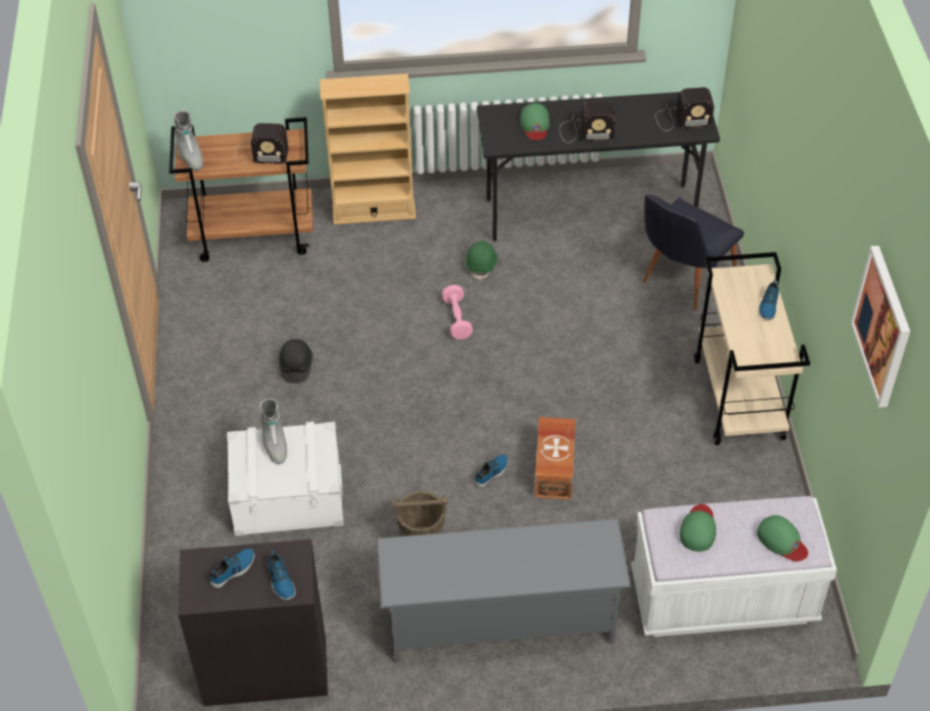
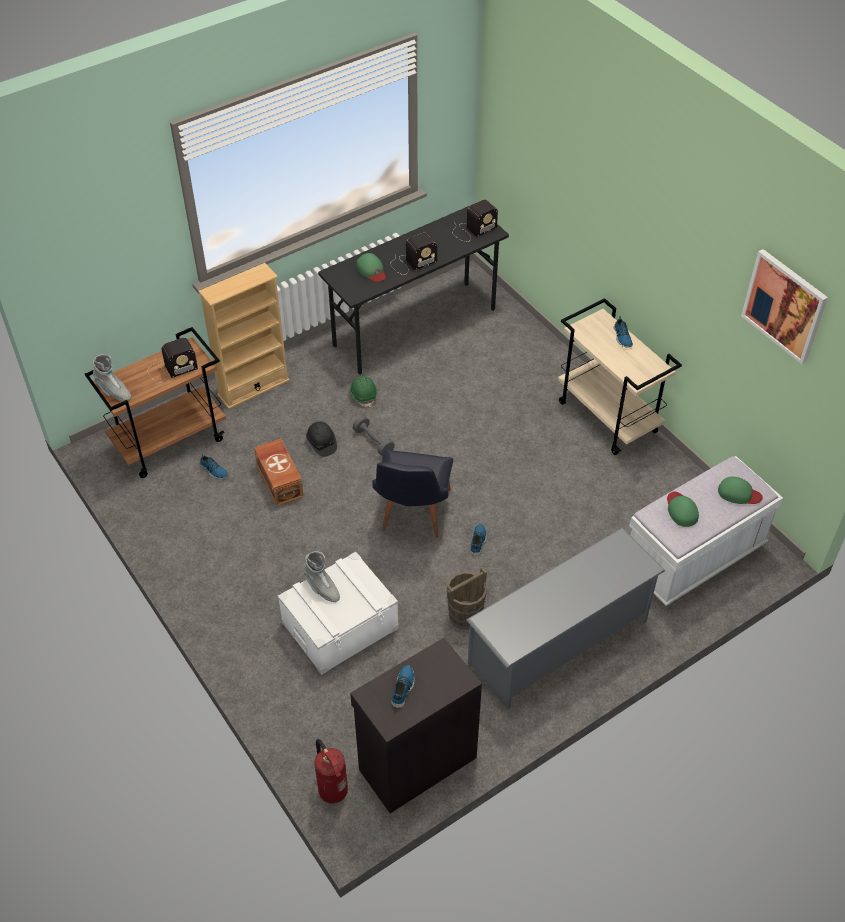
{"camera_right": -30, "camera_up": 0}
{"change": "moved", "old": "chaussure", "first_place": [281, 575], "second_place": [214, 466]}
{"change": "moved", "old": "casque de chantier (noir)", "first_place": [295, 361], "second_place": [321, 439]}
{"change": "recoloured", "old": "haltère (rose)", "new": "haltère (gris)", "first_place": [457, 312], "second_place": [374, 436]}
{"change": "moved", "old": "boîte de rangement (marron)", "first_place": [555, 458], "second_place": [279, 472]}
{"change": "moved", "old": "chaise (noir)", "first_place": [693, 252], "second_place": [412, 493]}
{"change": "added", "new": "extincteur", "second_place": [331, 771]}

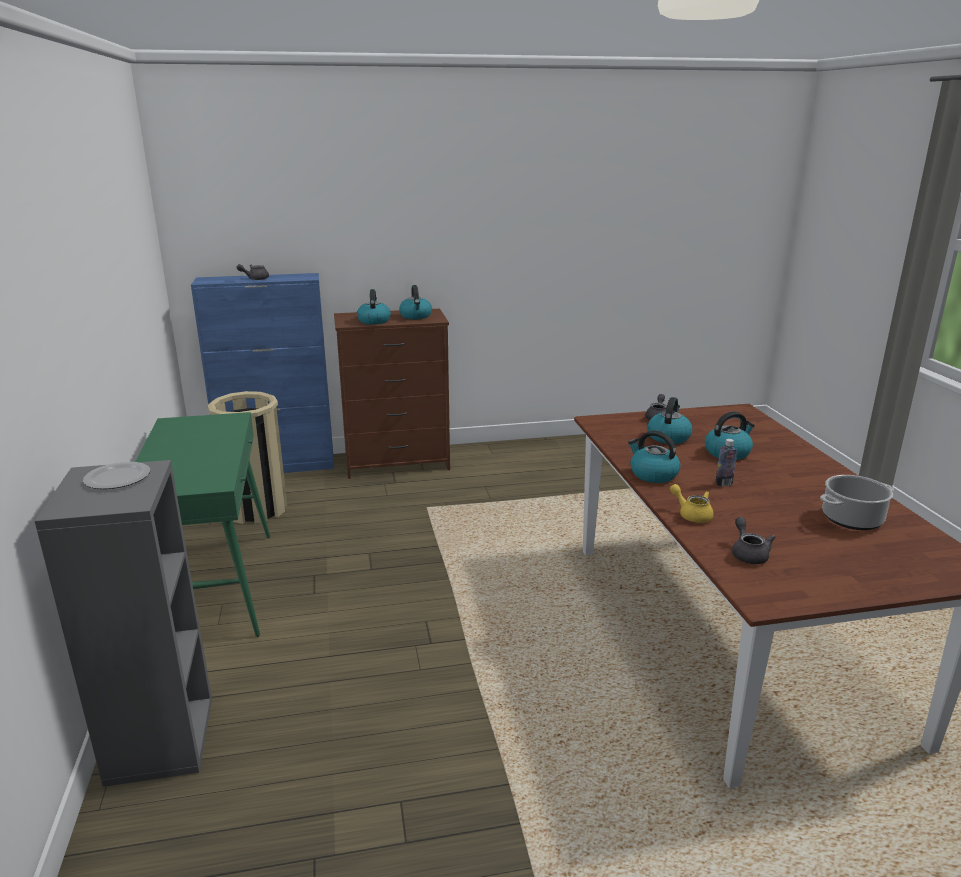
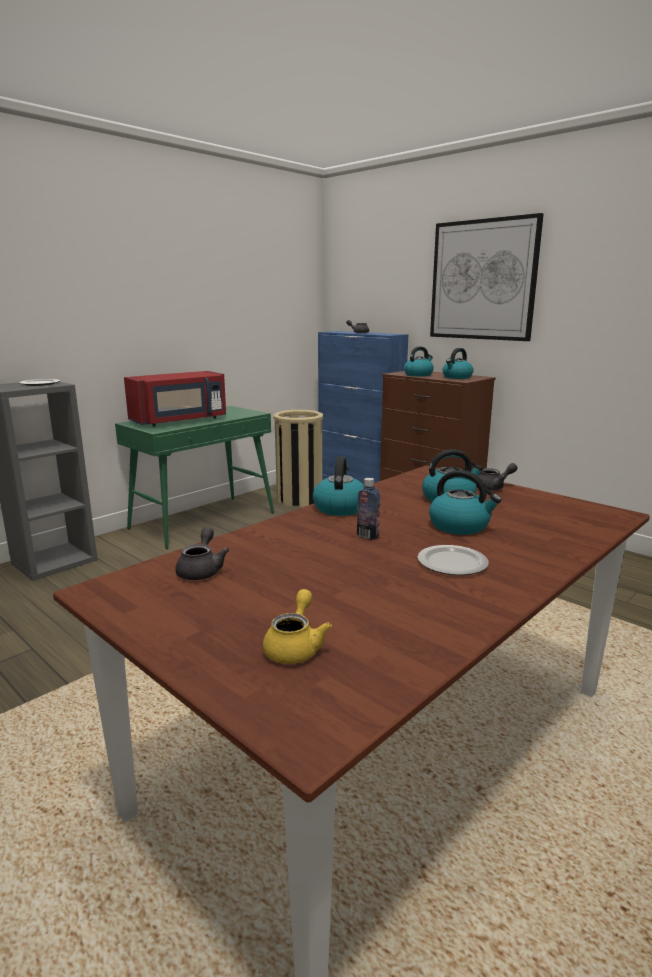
{"camera_right": 55, "camera_up": -5}
{"change": "moved", "old": "théière (jaune)", "first_place": [692, 503], "second_place": [297, 626]}
{"change": "turned", "old": "théière (gris)", "first_place": [754, 540], "second_place": [202, 553], "degrees": -45}
{"change": "removed", "old": "marmite", "first_place": [857, 502]}
{"change": "added", "new": "micro-ondes (rouge)", "second_place": [175, 398]}
{"change": "added", "new": "assiette", "second_place": [453, 560]}
{"change": "added", "new": "tableau", "second_place": [487, 277]}

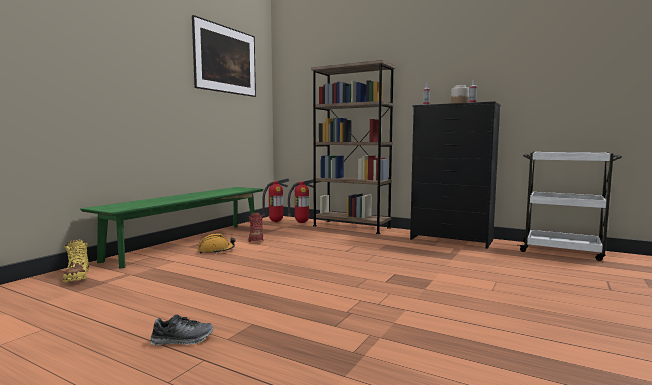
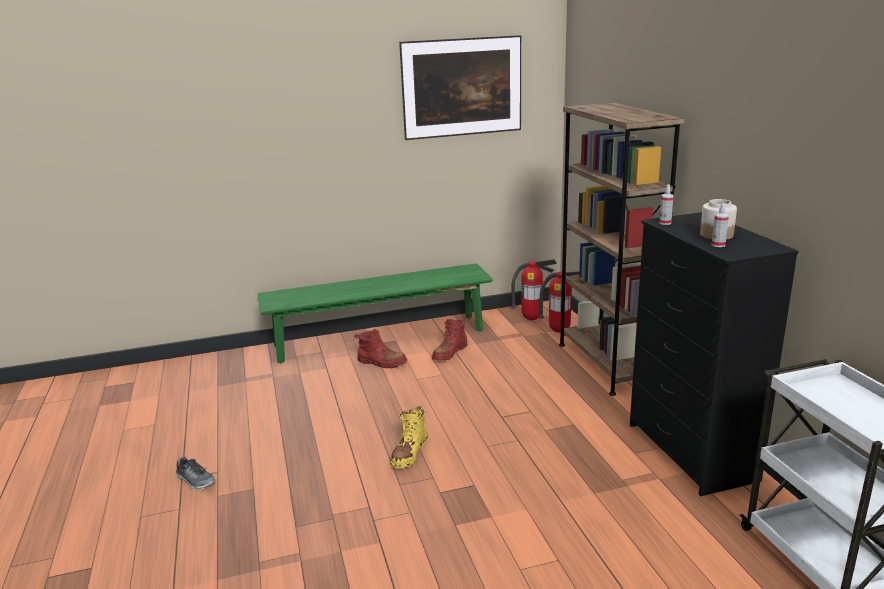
{"camera_right": 45, "camera_up": 15}
{"change": "moved", "old": "botte (jaune)", "first_place": [76, 261], "second_place": [409, 437]}
{"change": "replaced", "old": "casque de chantier (orange)", "new": "botte (rouge)", "first_place": [216, 243], "second_place": [380, 348]}

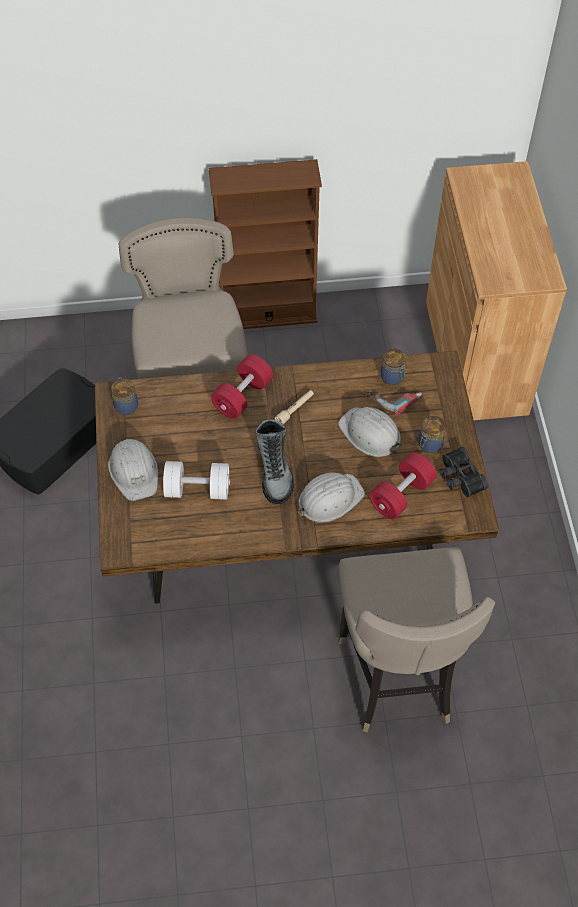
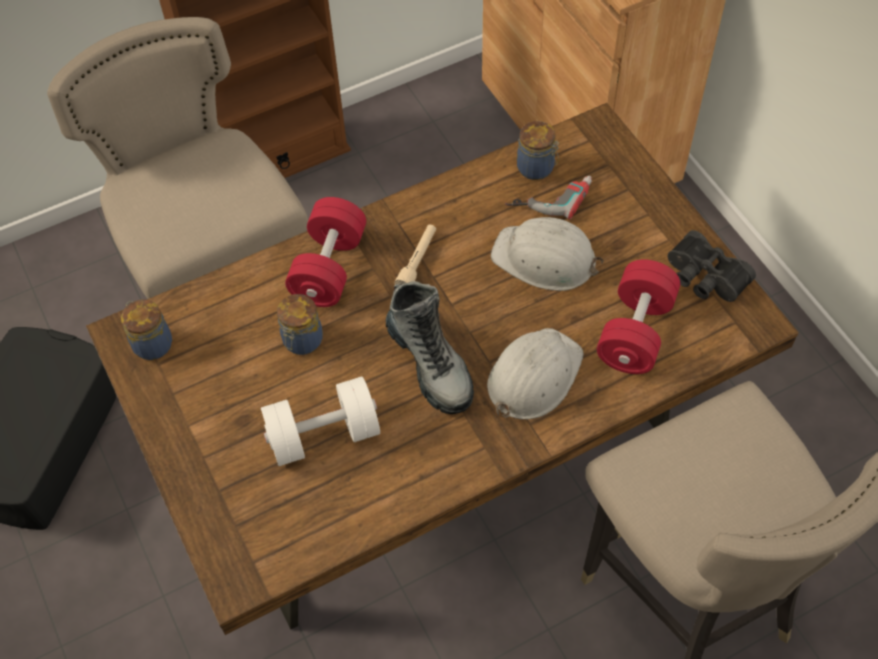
{"camera_right": -20, "camera_up": 0}
{"change": "removed", "old": "casque de chantier (blanc)", "first_place": [133, 470]}
{"change": "moved", "old": "bocal", "first_place": [431, 434], "second_place": [300, 324]}

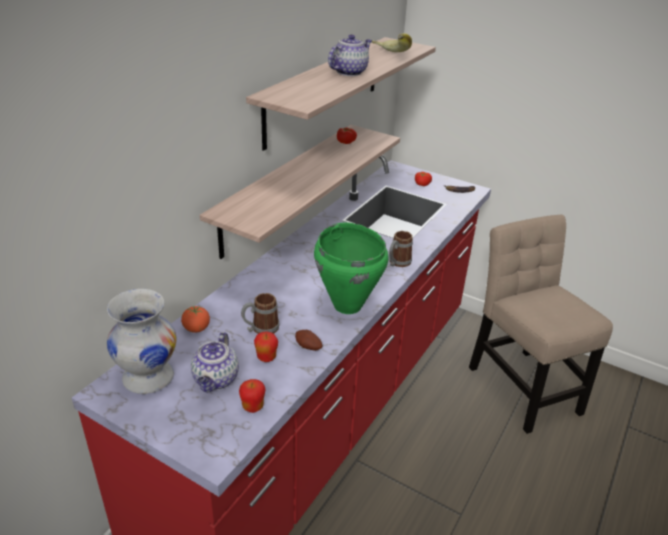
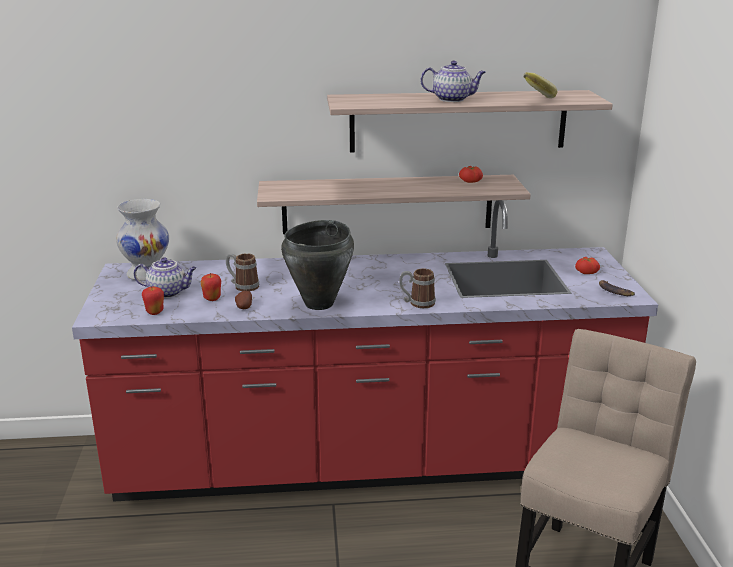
{"camera_right": 55, "camera_up": -10}
{"change": "removed", "old": "tomate", "first_place": [195, 319]}
{"change": "turned", "old": "théière", "first_place": [215, 362], "second_place": [165, 277], "degrees": -150}
{"change": "recoloured", "old": "marmite (vert)", "new": "marmite (noir)", "first_place": [351, 268], "second_place": [317, 265]}

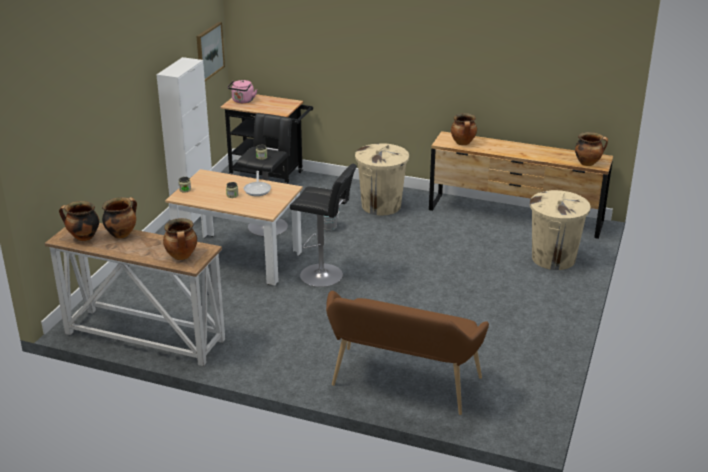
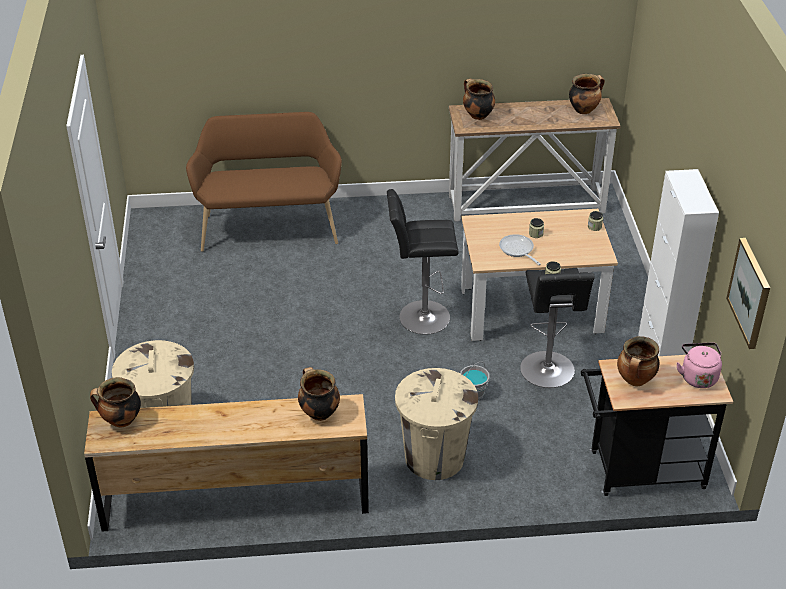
{"camera_right": 155, "camera_up": 10}
{"change": "moved", "old": "marmite", "first_place": [119, 218], "second_place": [638, 361]}

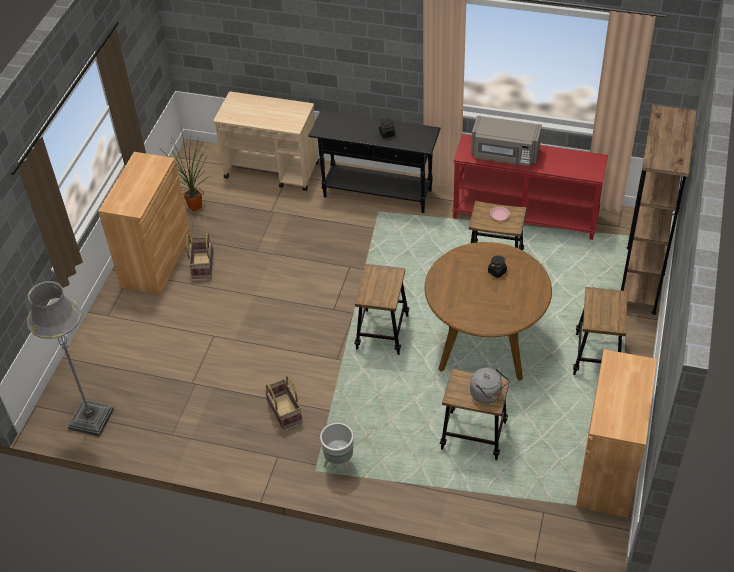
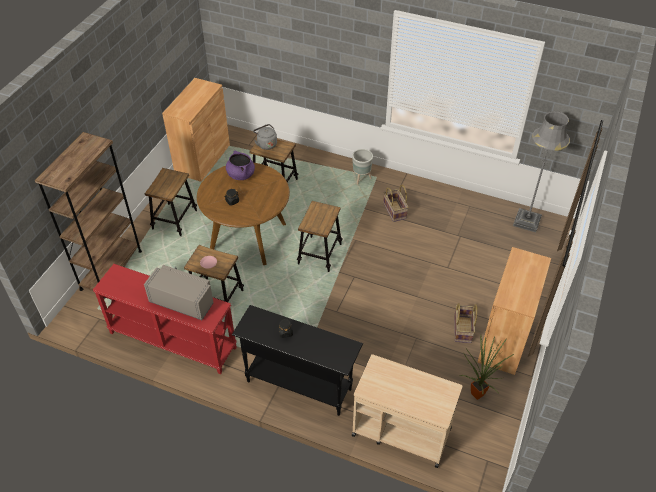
{"camera_right": -175, "camera_up": 0}
{"change": "added", "new": "marmite (violet)", "second_place": [240, 165]}

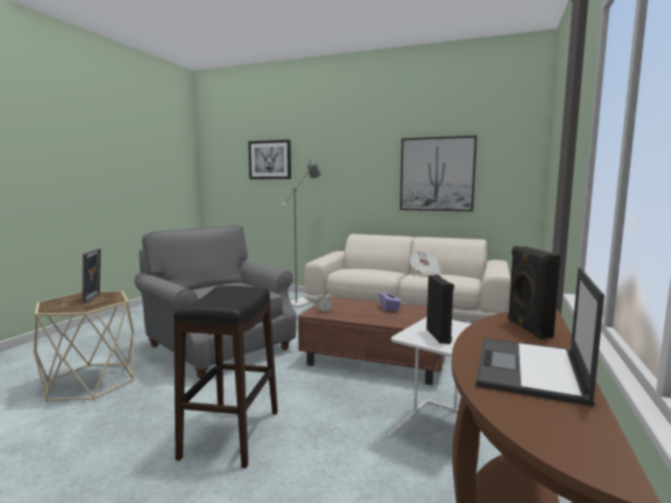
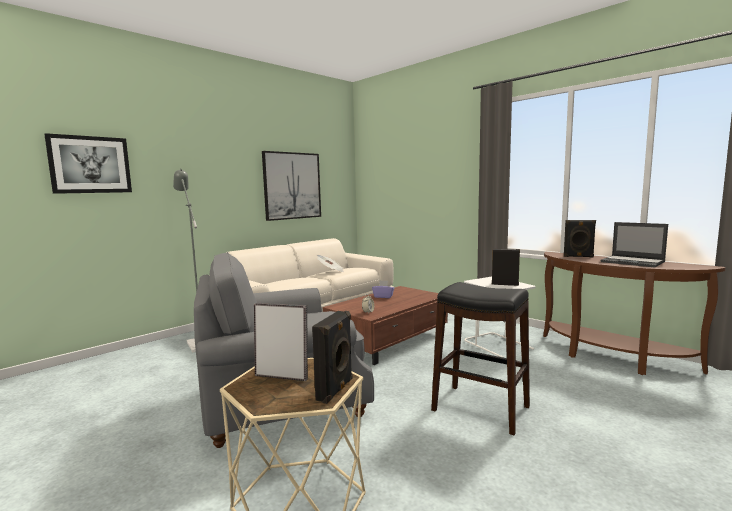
{"camera_right": -65, "camera_up": 0}
{"change": "added", "new": "enceinte (noir)", "second_place": [332, 357]}

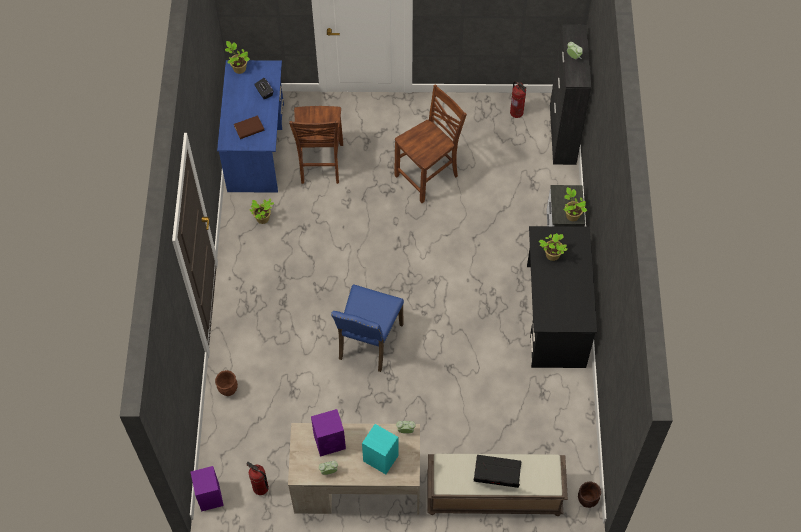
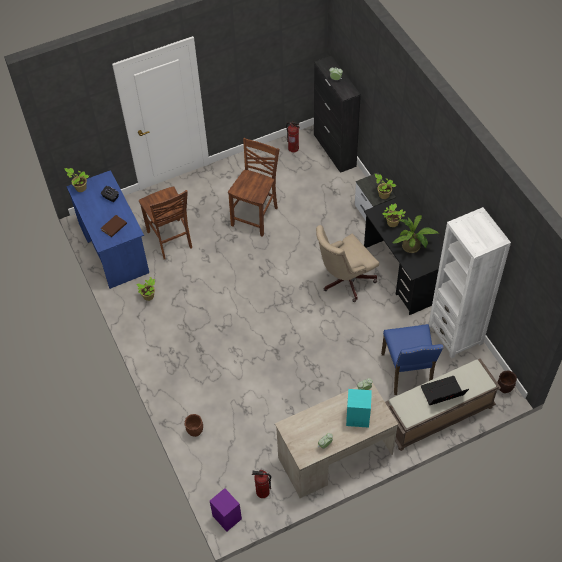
{"camera_right": -25, "camera_up": -5}
{"change": "removed", "old": "enceinte (violet)", "first_place": [328, 433]}
{"change": "moved", "old": "chaise (bleu)", "first_place": [367, 328], "second_place": [412, 359]}
{"change": "added", "new": "chaise de bureau (beige)", "second_place": [347, 263]}
{"change": "added", "new": "plante en pot", "second_place": [415, 234]}
{"change": "added", "new": "bibliothèque (blanc)", "second_place": [469, 282]}

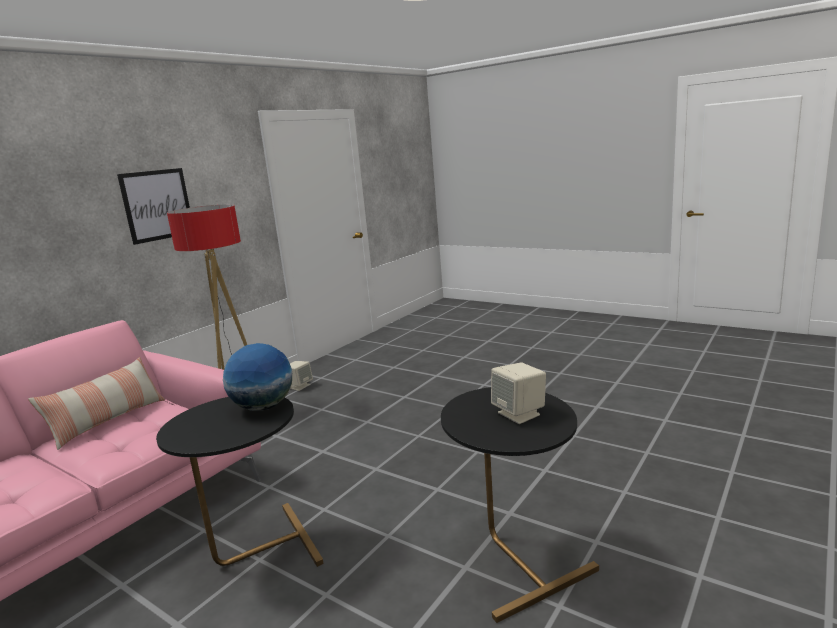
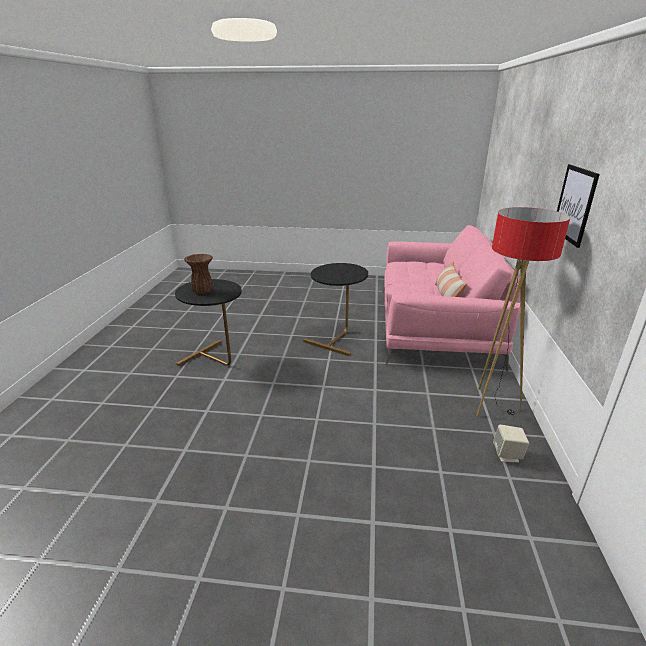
{"camera_right": 150, "camera_up": 10}
{"change": "removed", "old": "globe", "first_place": [257, 377]}
{"change": "replaced", "old": "enceinte (beige)", "new": "vase (marron)", "first_place": [518, 393], "second_place": [198, 274]}

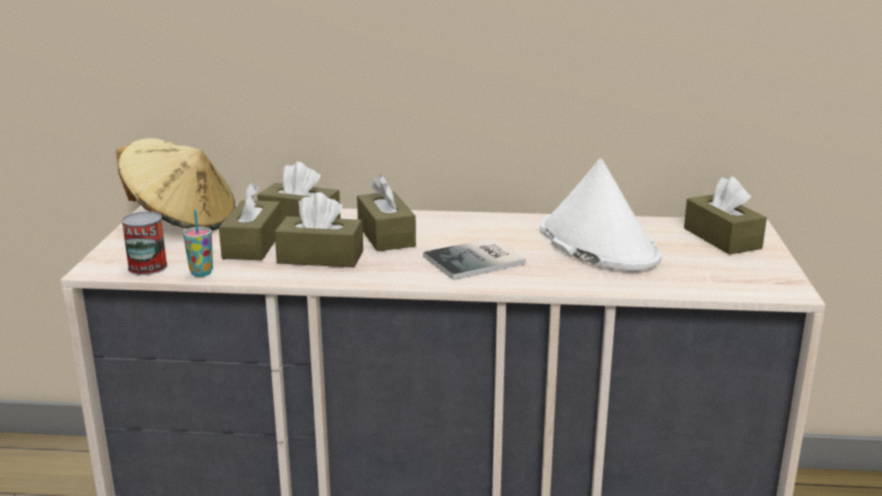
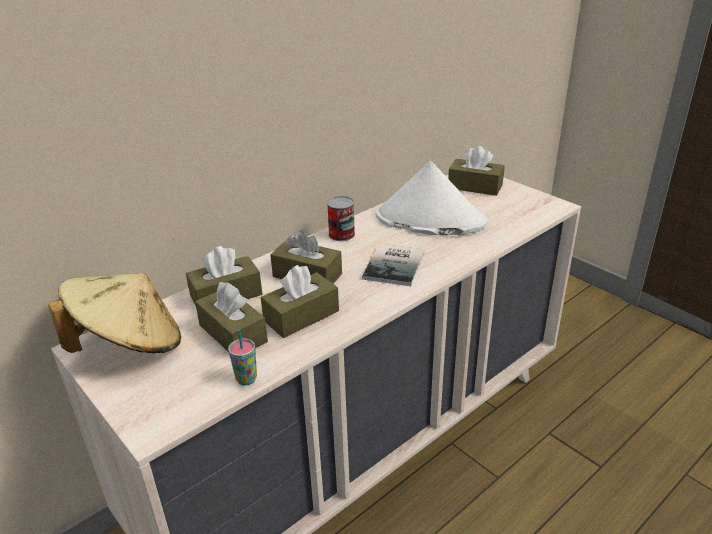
{"camera_right": -45, "camera_up": 10}
{"change": "moved", "old": "boîte métallique", "first_place": [144, 243], "second_place": [341, 218]}

